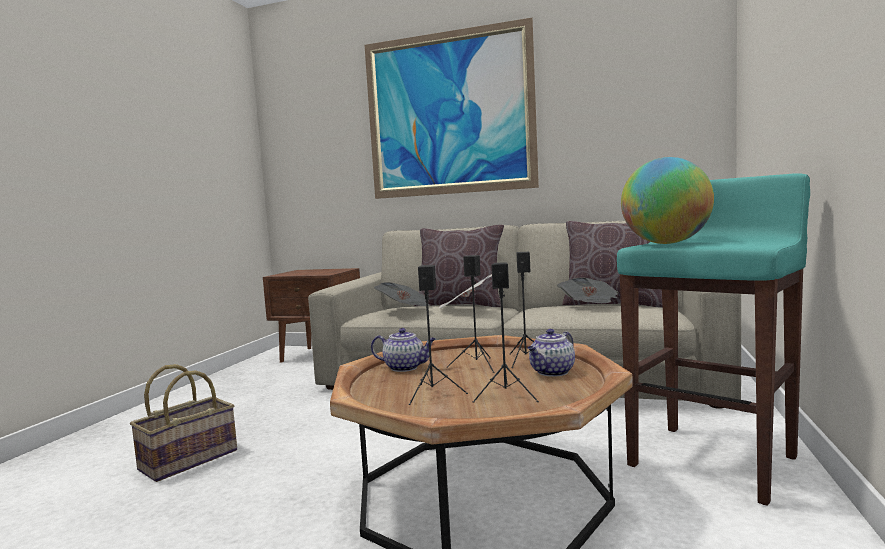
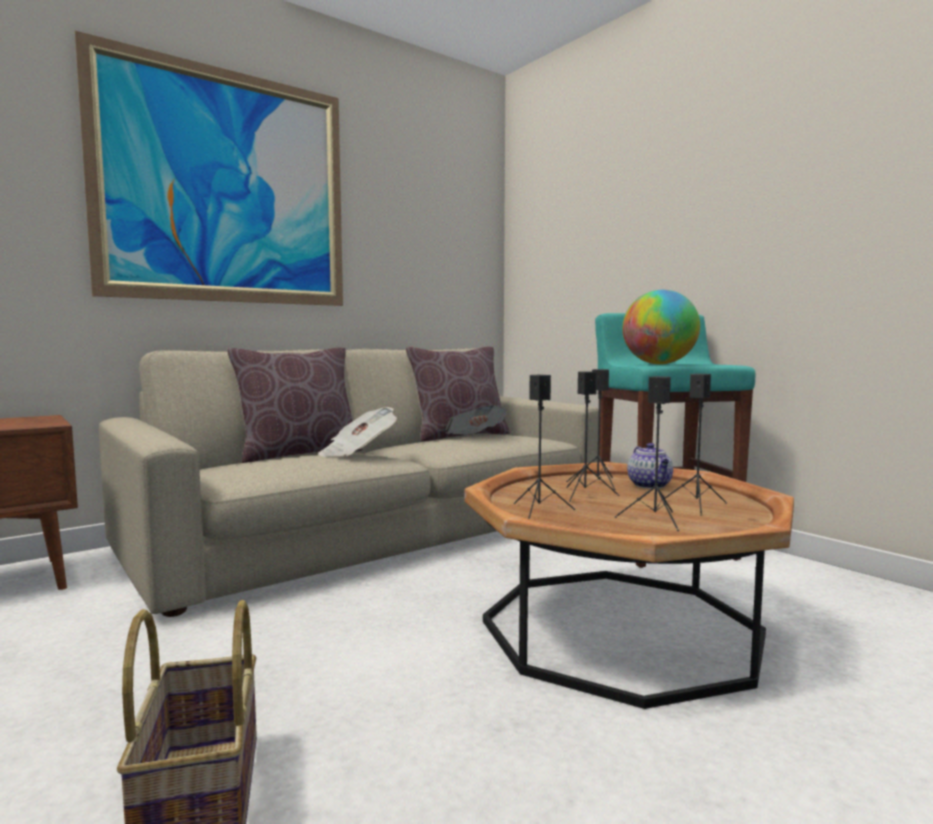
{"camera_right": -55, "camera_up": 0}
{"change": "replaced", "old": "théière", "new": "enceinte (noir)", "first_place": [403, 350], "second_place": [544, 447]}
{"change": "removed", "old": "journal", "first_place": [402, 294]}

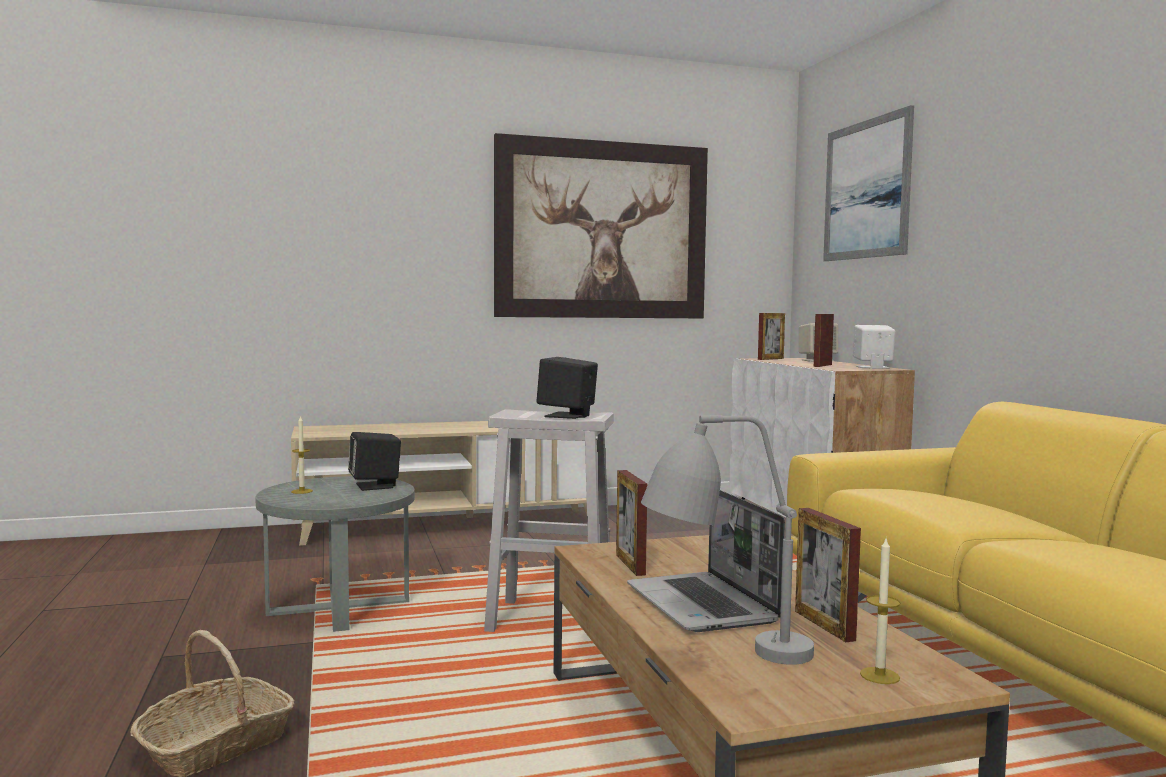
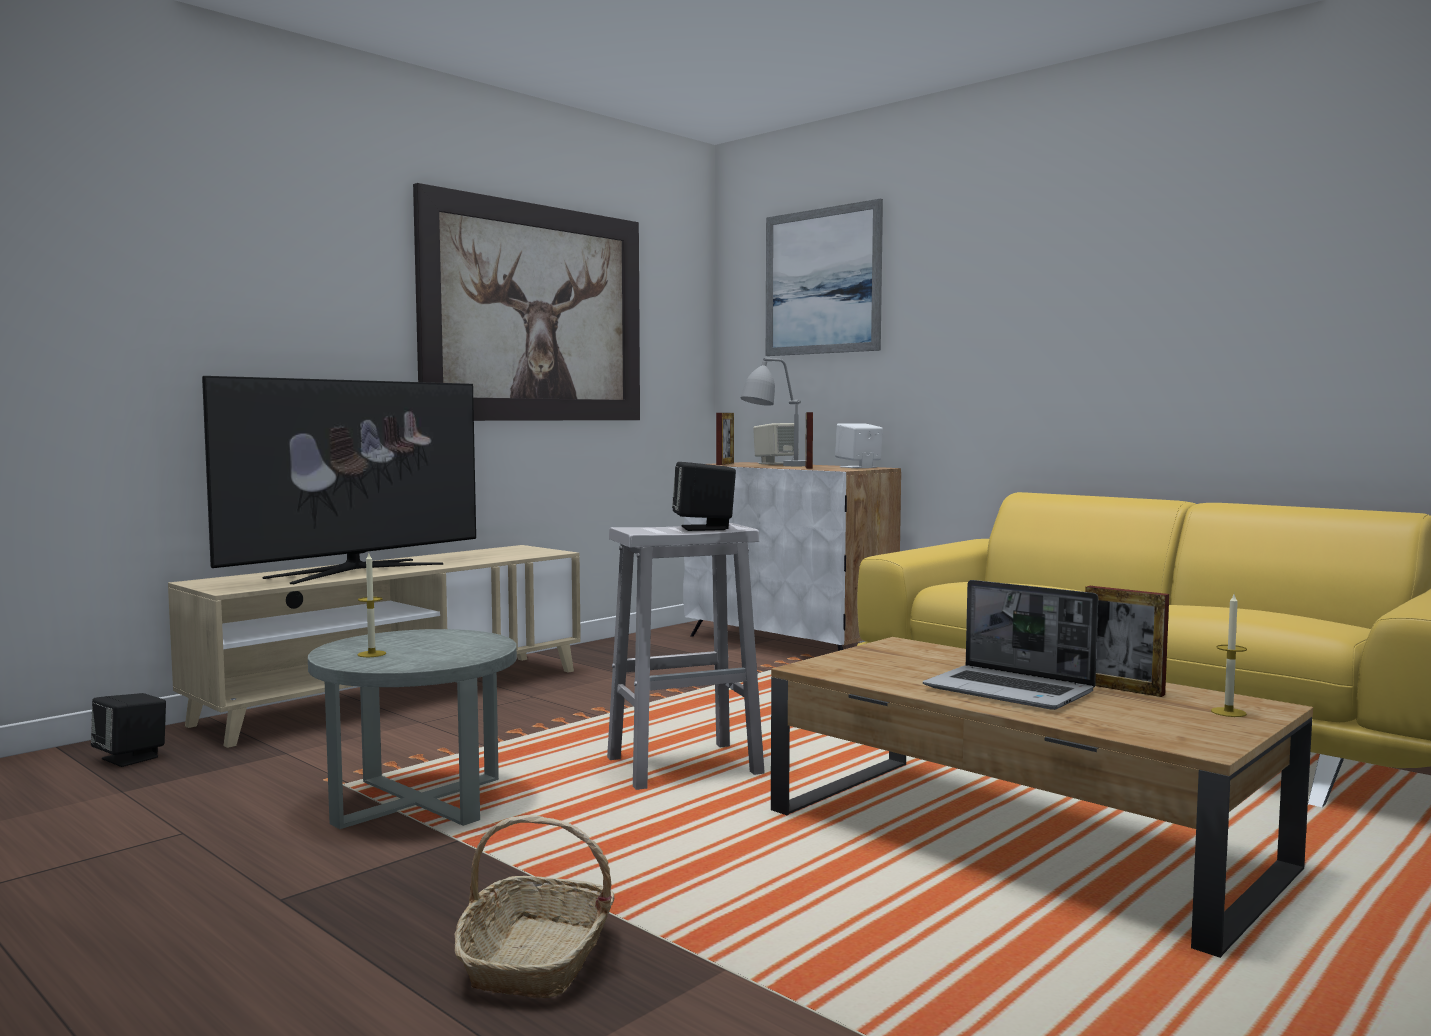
{"camera_right": -30, "camera_up": 0}
{"change": "moved", "old": "enceinte (noir)", "first_place": [374, 461], "second_place": [128, 730]}
{"change": "removed", "old": "cadre photo", "first_place": [632, 523]}
{"change": "moved", "old": "lampe de table (gris)", "first_place": [727, 540], "second_place": [773, 412]}
{"change": "added", "new": "téléviseur", "second_place": [339, 480]}

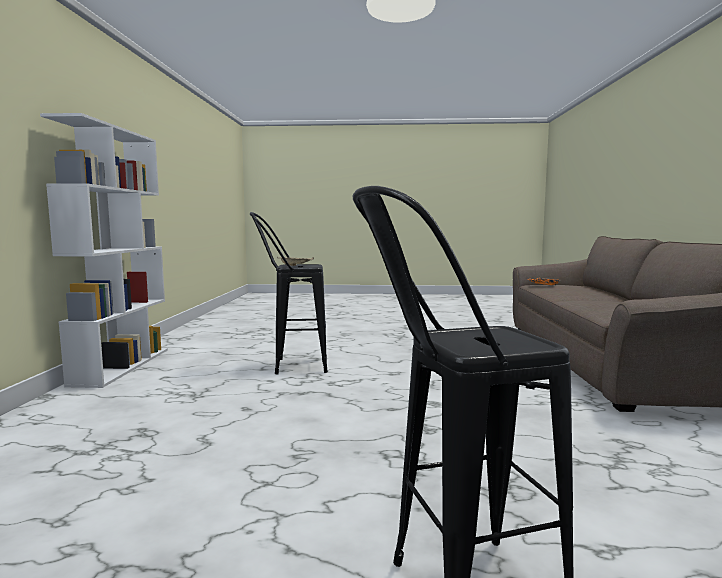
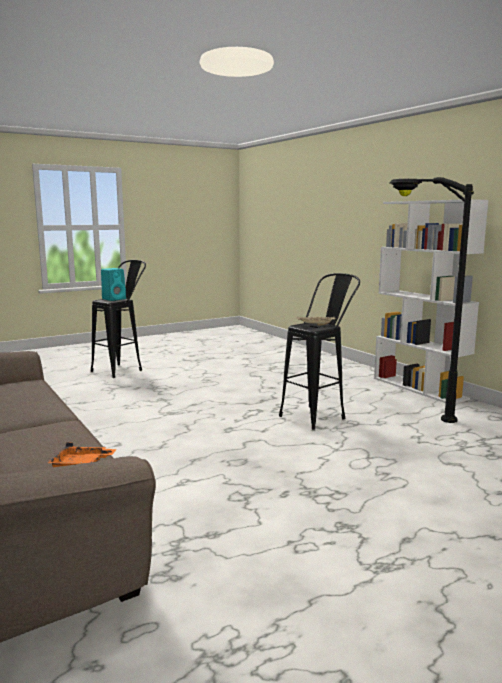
{"camera_right": 145, "camera_up": 5}
{"change": "added", "new": "enceinte (turquoise)", "second_place": [113, 284]}
{"change": "added", "new": "lampadaire (noir)", "second_place": [431, 300]}

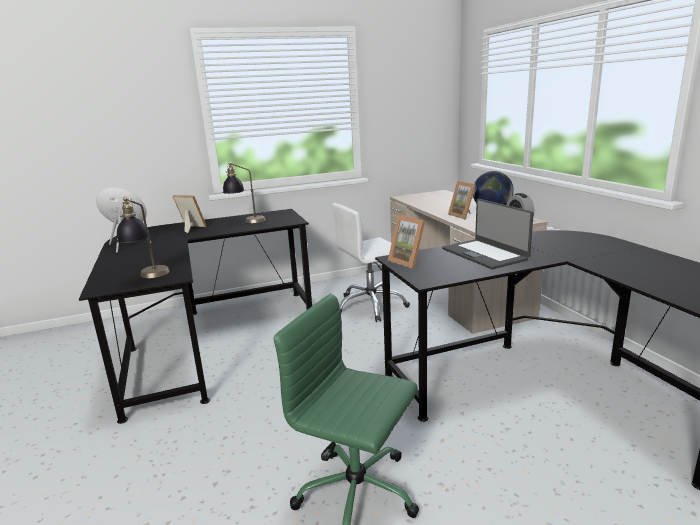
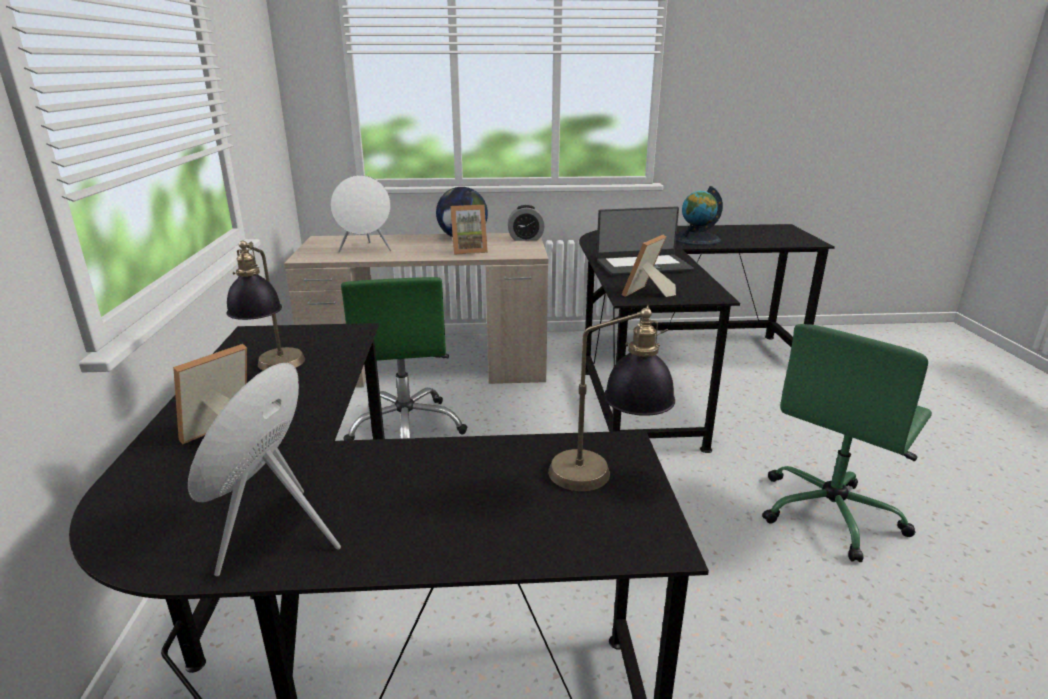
{"camera_right": -75, "camera_up": 5}
{"change": "recoloured", "old": "chaise de bureau (blanc)", "new": "chaise de bureau (vert)", "first_place": [371, 262], "second_place": [404, 358]}
{"change": "turned", "old": "cadre photo", "first_place": [406, 242], "second_place": [648, 266], "degrees": 150}
{"change": "added", "new": "enceinte (blanc)", "second_place": [361, 213]}
{"change": "added", "new": "globe", "second_place": [699, 216]}

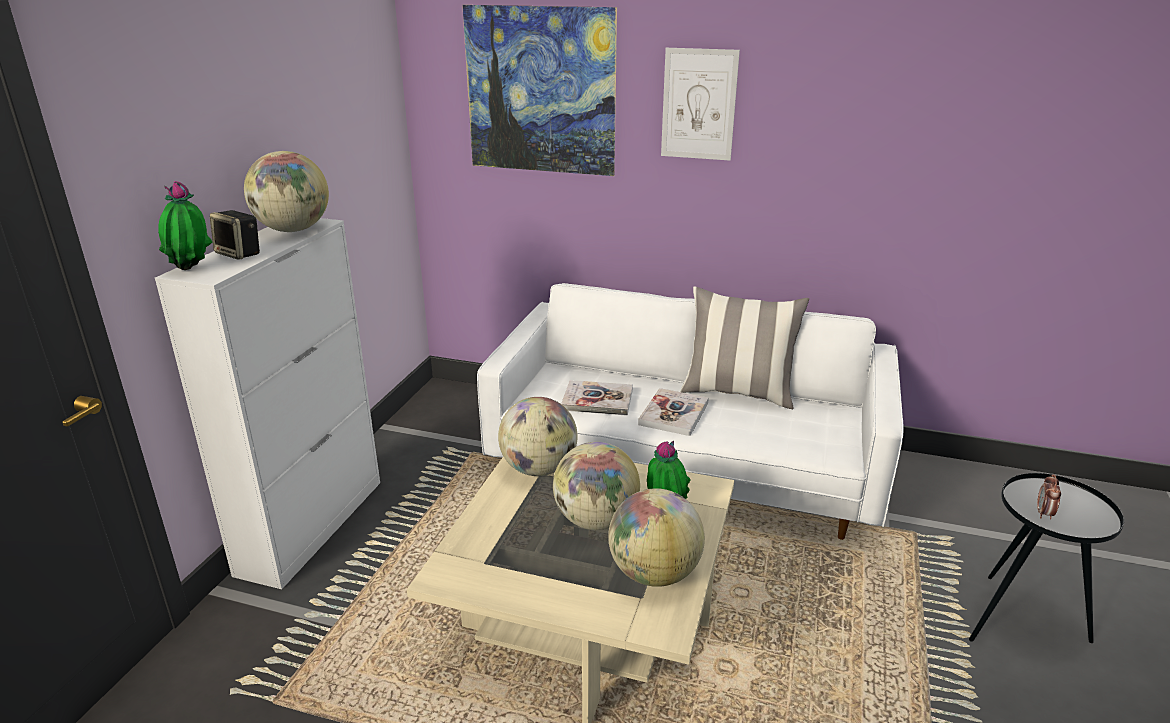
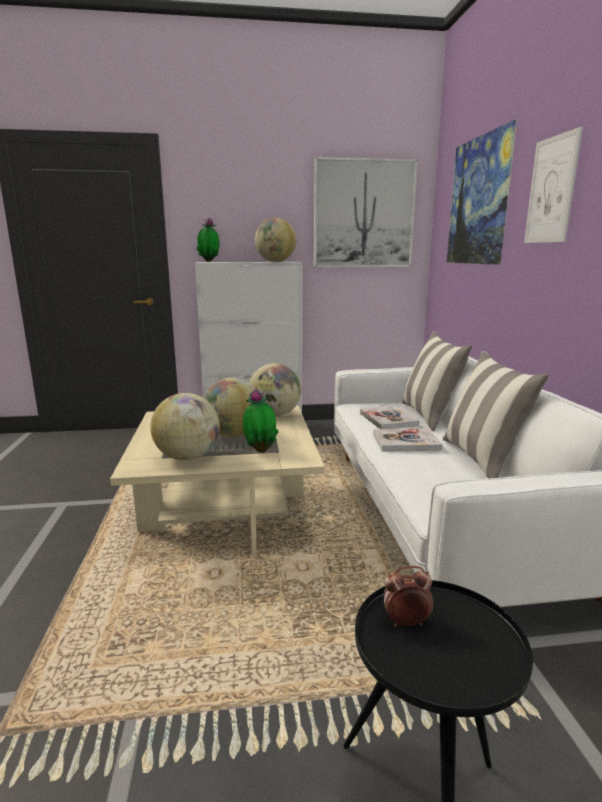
{"camera_right": 65, "camera_up": -10}
{"change": "removed", "old": "enceinte", "first_place": [235, 235]}
{"change": "added", "new": "tableau", "second_place": [366, 212]}
{"change": "added", "new": "coussin", "second_place": [437, 381]}

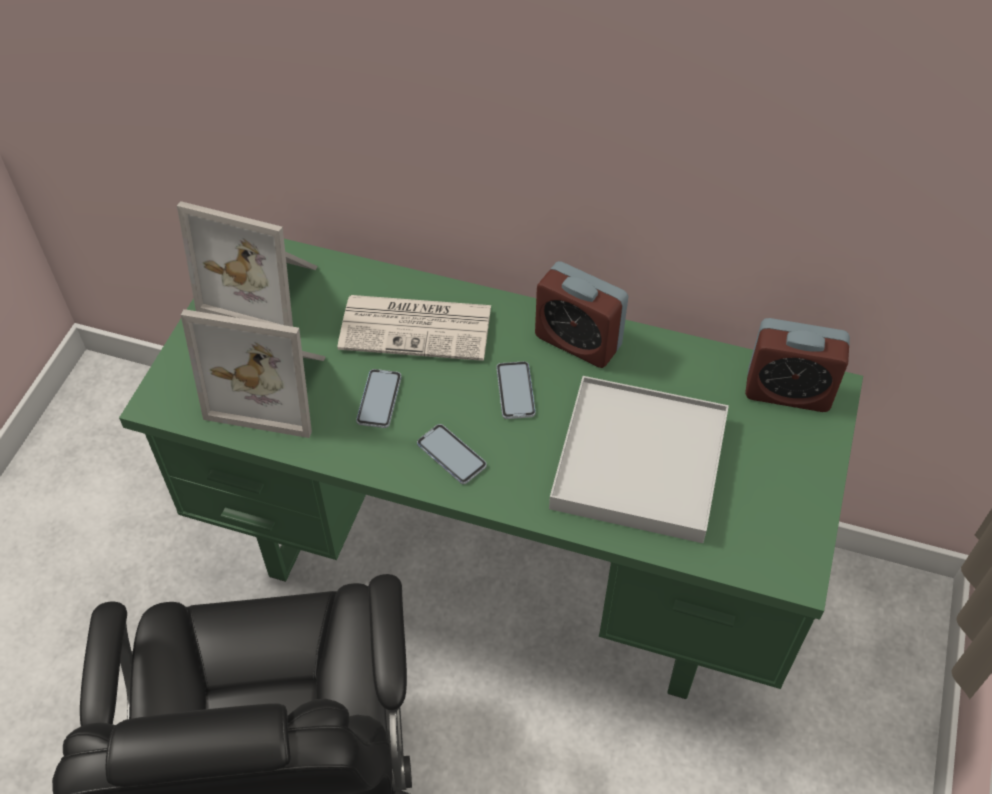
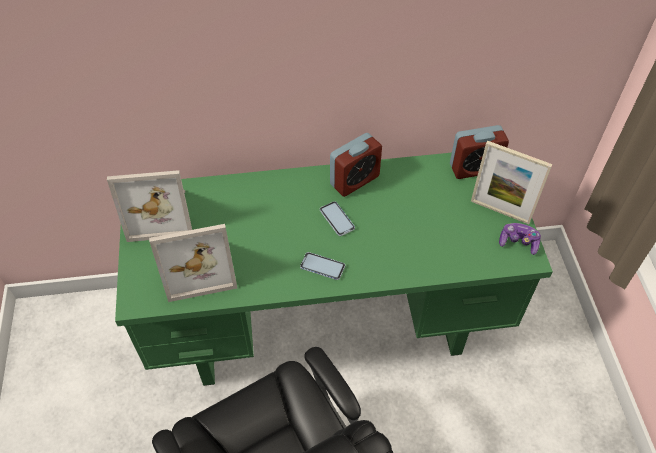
{"camera_right": -25, "camera_up": 0}
{"change": "removed", "old": "journal", "first_place": [414, 328]}
{"change": "removed", "old": "téléphone", "first_place": [379, 398]}
{"change": "turned", "old": "réveil", "first_place": [582, 314], "second_place": [356, 165], "degrees": -45}
{"change": "removed", "old": "plateau (blanc)", "first_place": [639, 459]}
{"change": "added", "new": "cadre photo", "second_place": [511, 182]}
{"change": "added", "new": "manette", "second_place": [520, 239]}

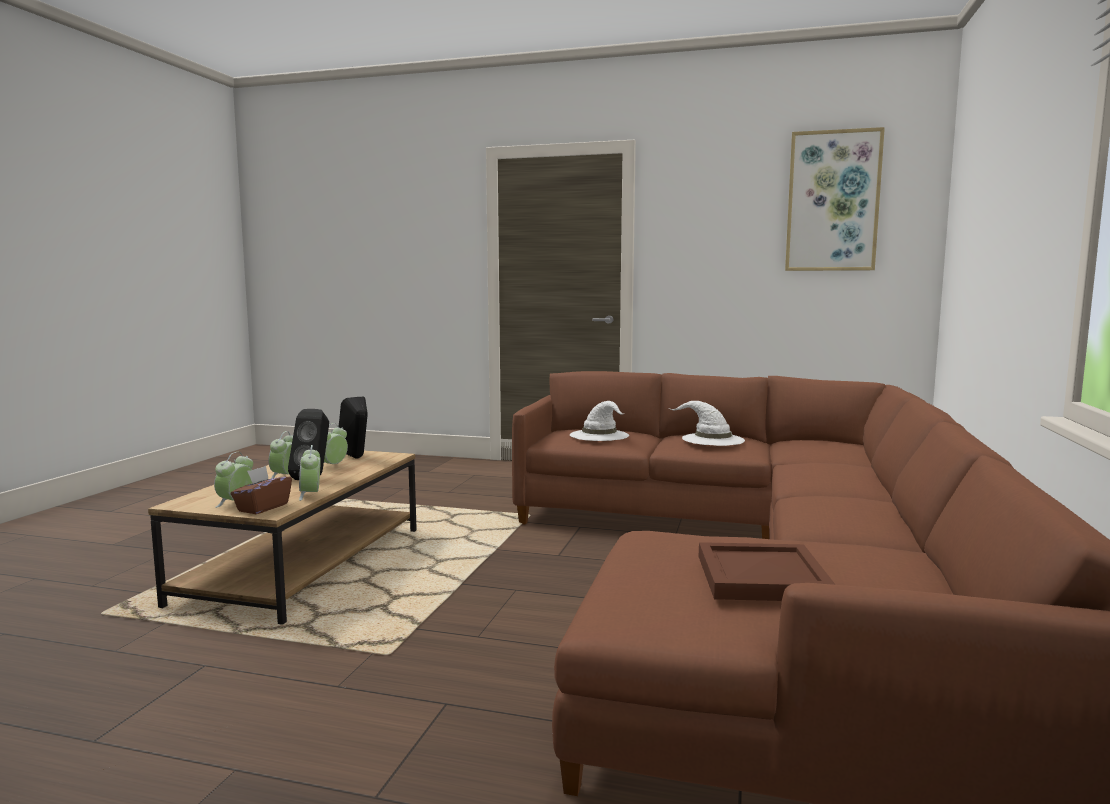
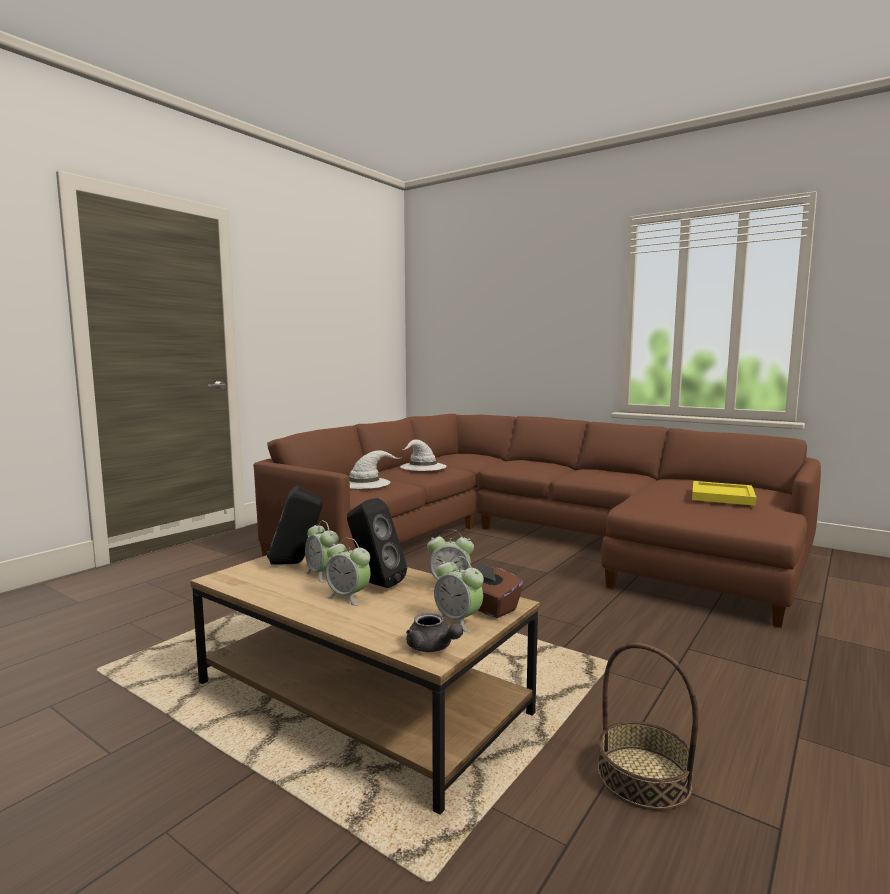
{"camera_right": -70, "camera_up": 0}
{"change": "recoloured", "old": "plateau (marron)", "new": "plateau (jaune)", "first_place": [767, 571], "second_place": [724, 493]}
{"change": "removed", "old": "tableau", "first_place": [835, 199]}
{"change": "added", "new": "théière (gris)", "second_place": [434, 632]}
{"change": "added", "new": "panier", "second_place": [648, 727]}

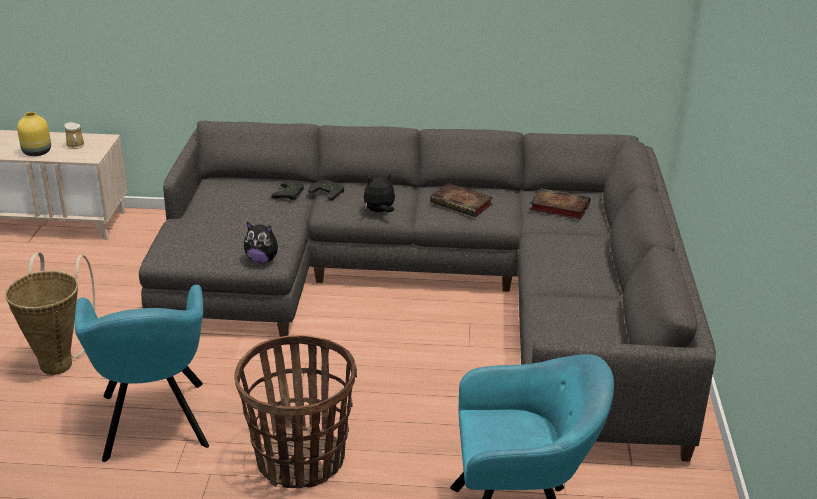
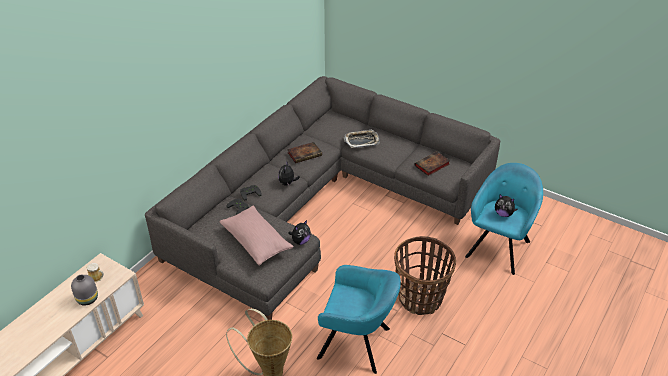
{"camera_right": -60, "camera_up": 10}
{"change": "recoloured", "old": "vase (jaune)", "new": "vase (gris)", "first_place": [34, 134], "second_place": [84, 290]}
{"change": "moved", "old": "livre", "first_place": [560, 203], "second_place": [432, 163]}
{"change": "added", "new": "coussin (rose)", "second_place": [257, 236]}
{"change": "added", "new": "plateau", "second_place": [361, 138]}
{"change": "added", "new": "peluche", "second_place": [506, 206]}

